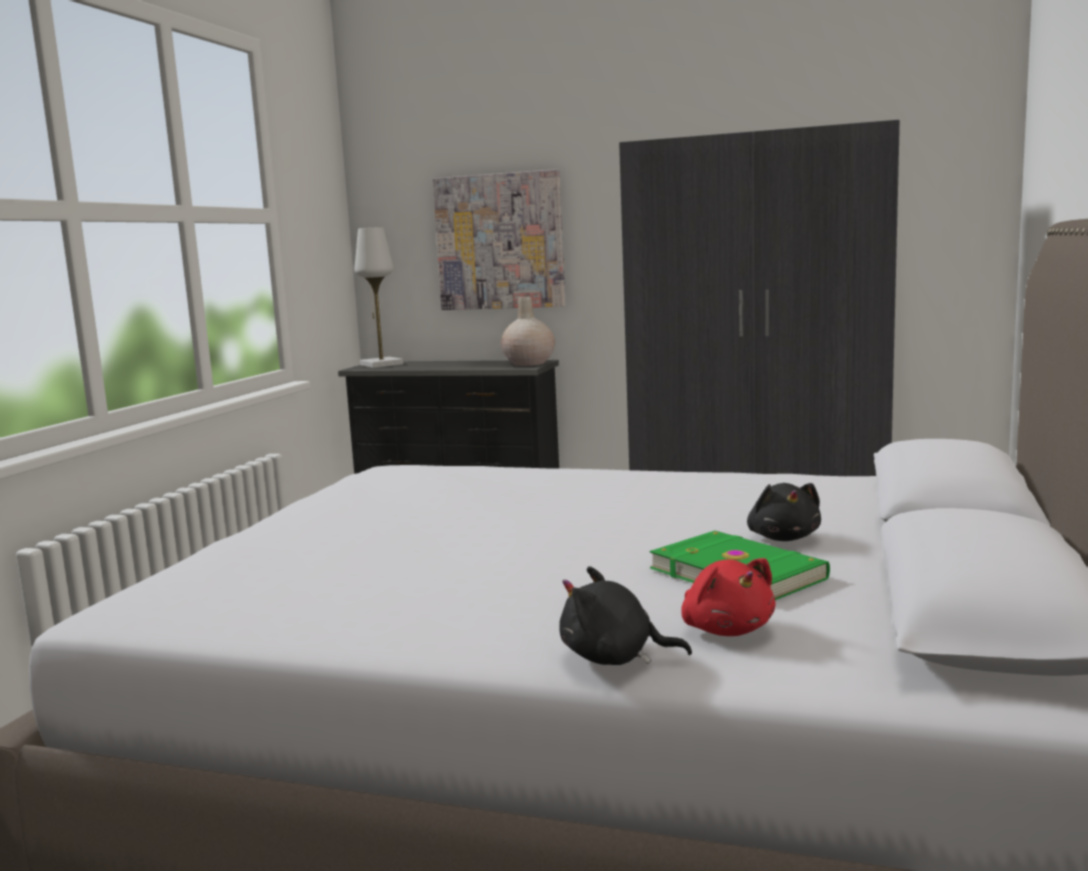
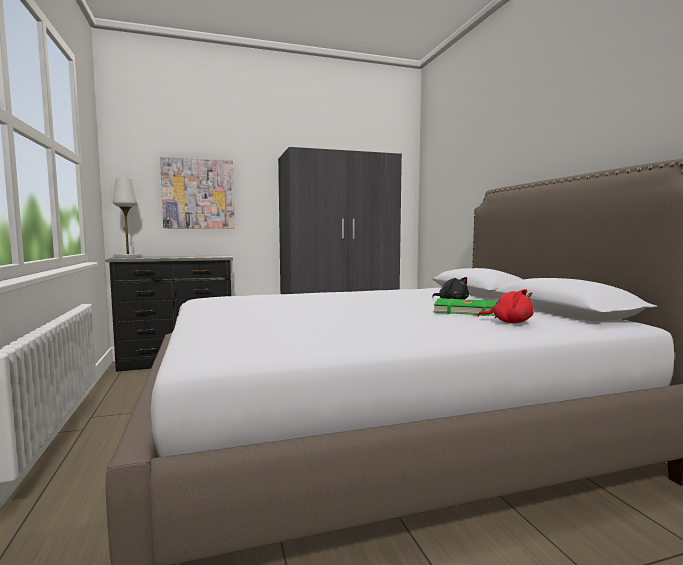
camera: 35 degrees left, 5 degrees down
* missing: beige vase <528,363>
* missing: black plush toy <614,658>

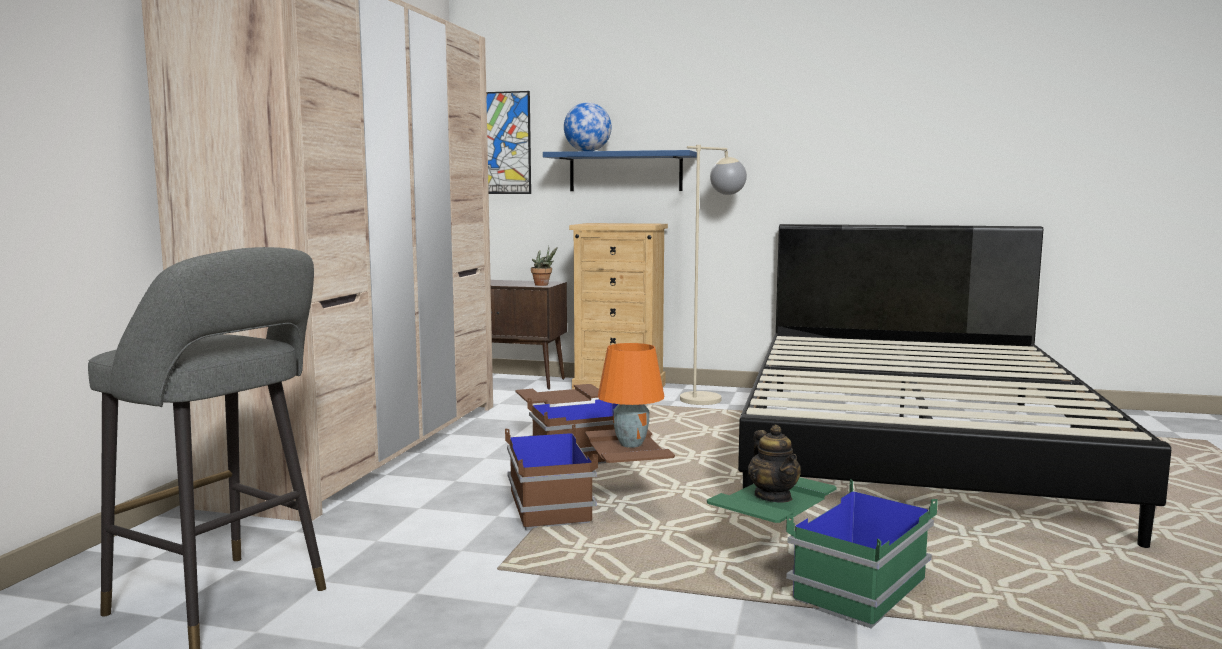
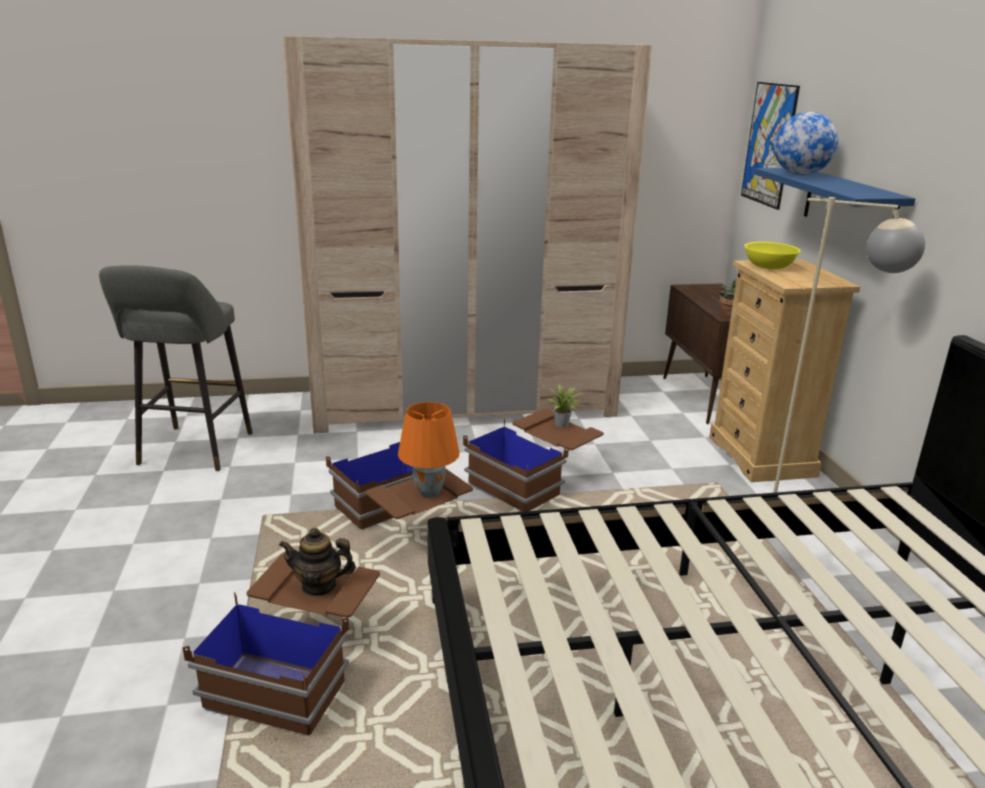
camera: 65 degrees right, 15 degrees up
* colour: green storage box <815,577> to brown storage box <298,665>
* spun: teapot <773,496> = <319,586> 45 degrees clockwise
* appeared: potted plant <563,425>
* appeared: yellow bowl <768,267>

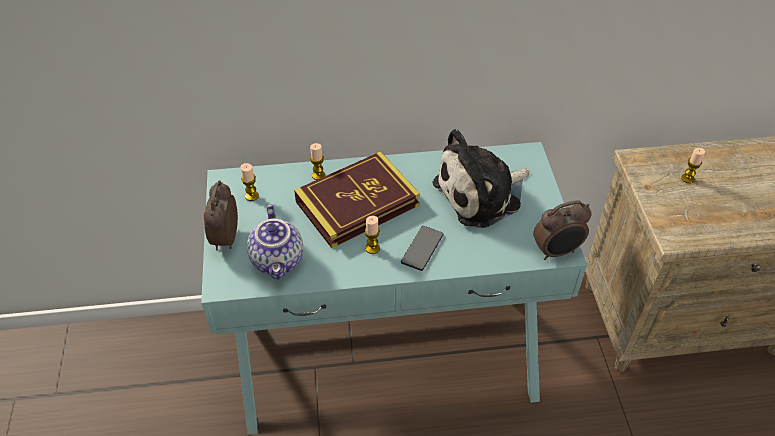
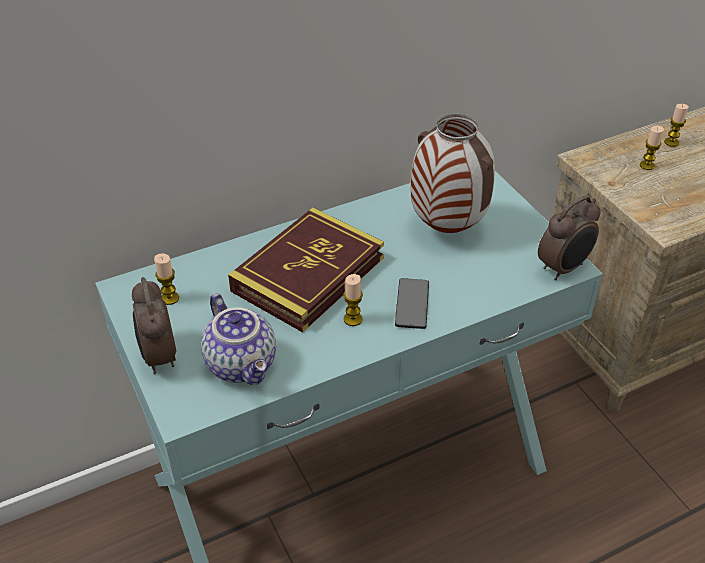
camera: 20 degrees left, 5 degrees down
* exchanged: plush toy <482,194> to vase <449,229>
* relocated: candle <318,175> to <671,142>

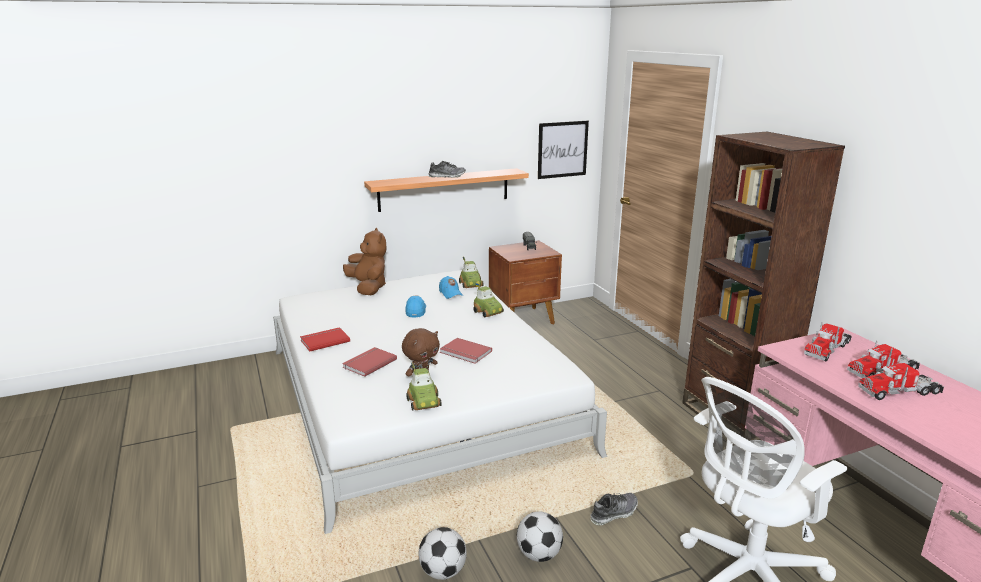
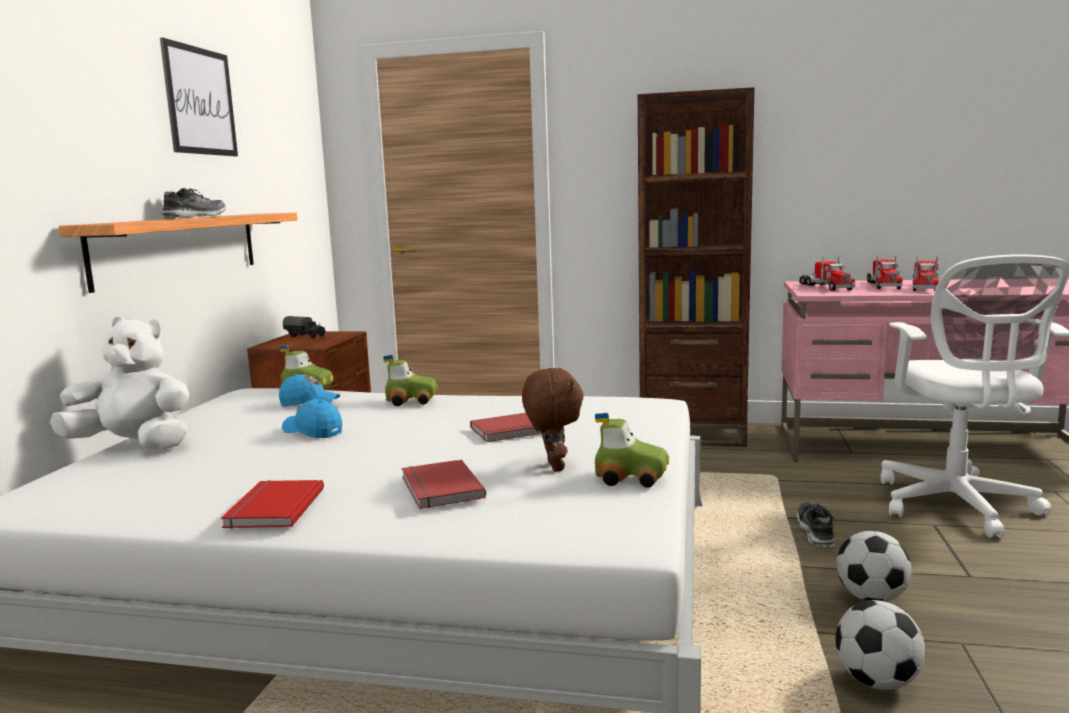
camera: 55 degrees left, 10 degrees down
* colour: brown plush toy <368,288> to white plush toy <134,446>
* relocated: picture <562,149> to <200,101>

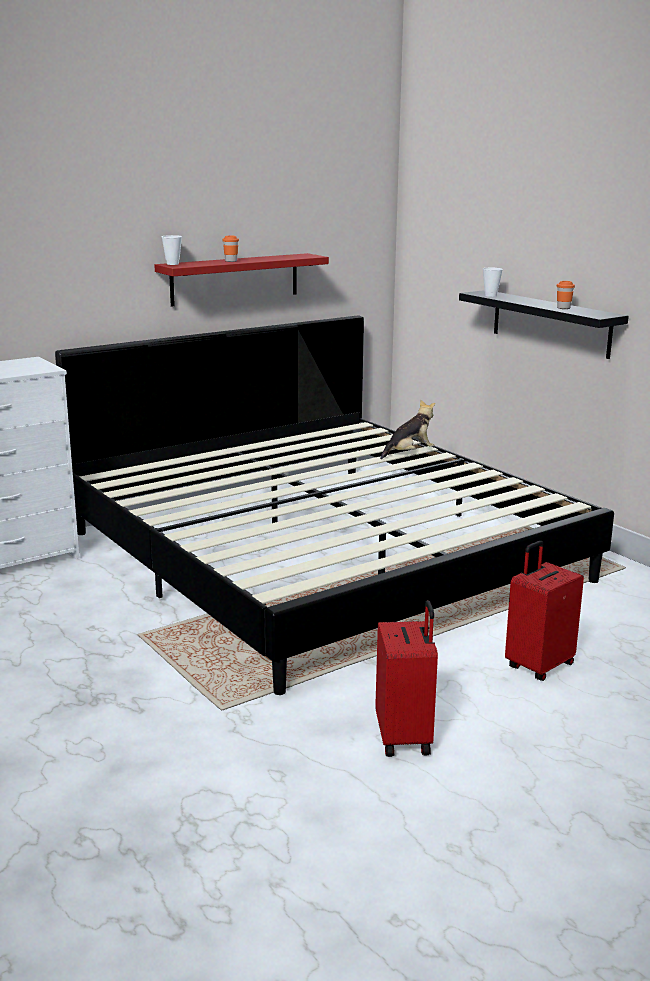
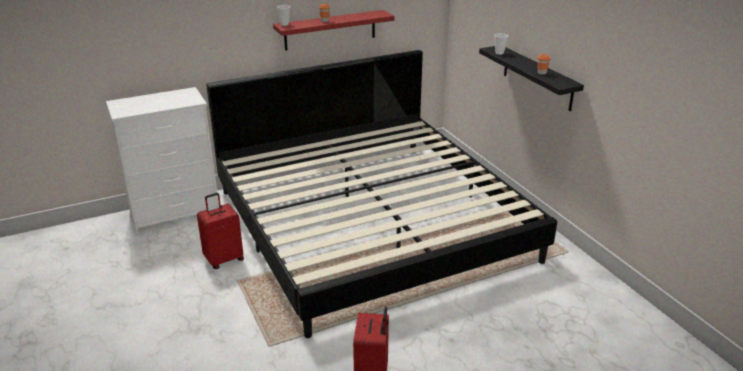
camera: 10 degrees right, 10 degrees up
* relocated: red suitcase <538,665> to <224,259>
* missing: plush toy <409,453>

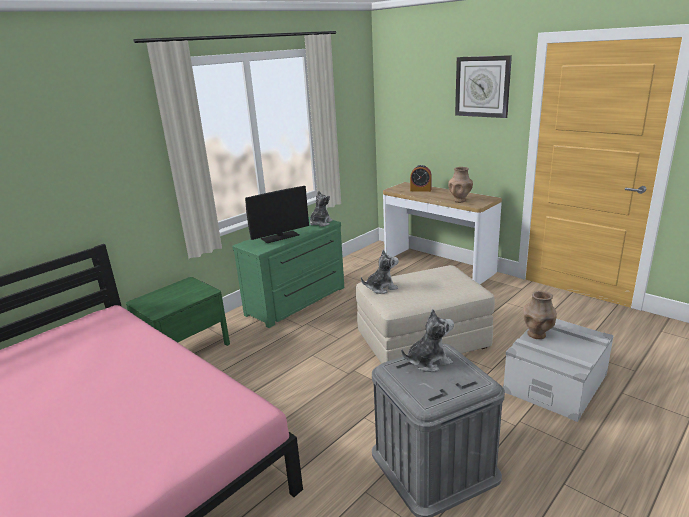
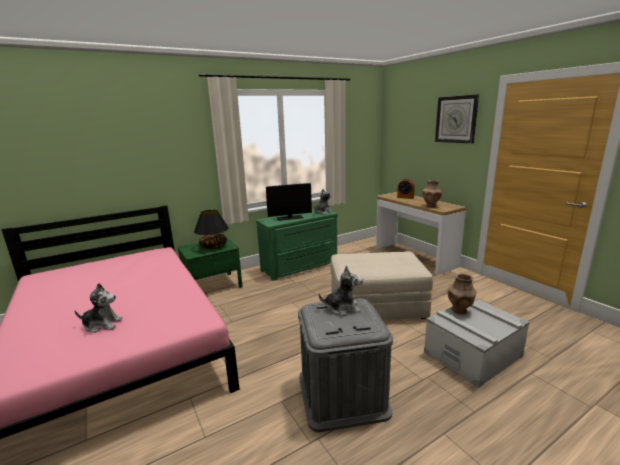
camera: 15 degrees right, 5 degrees down
* relocated: plush toy <381,288> to <102,324>
* appeared: black table lamp <213,247>

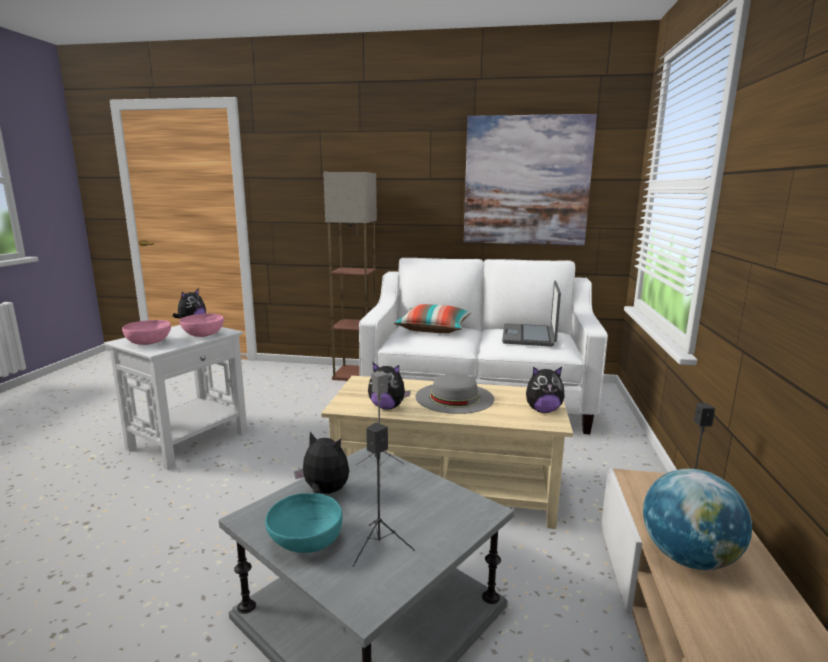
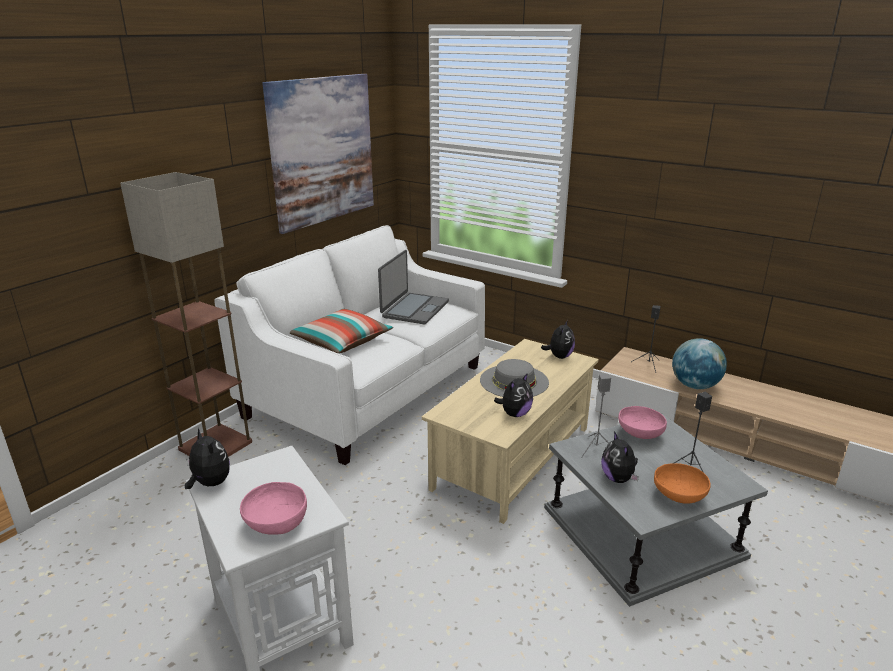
camera: 65 degrees left, 10 degrees up
* spun: laptop <529,336> = <414,309> 105 degrees counterclockwise
* spun: plush toy <324,492> = <618,478> 60 degrees counterclockwise
* relocated: pink bowl <203,335> to <639,434>
* colour: turquoise bowl <305,541> to orange bowl <678,496>

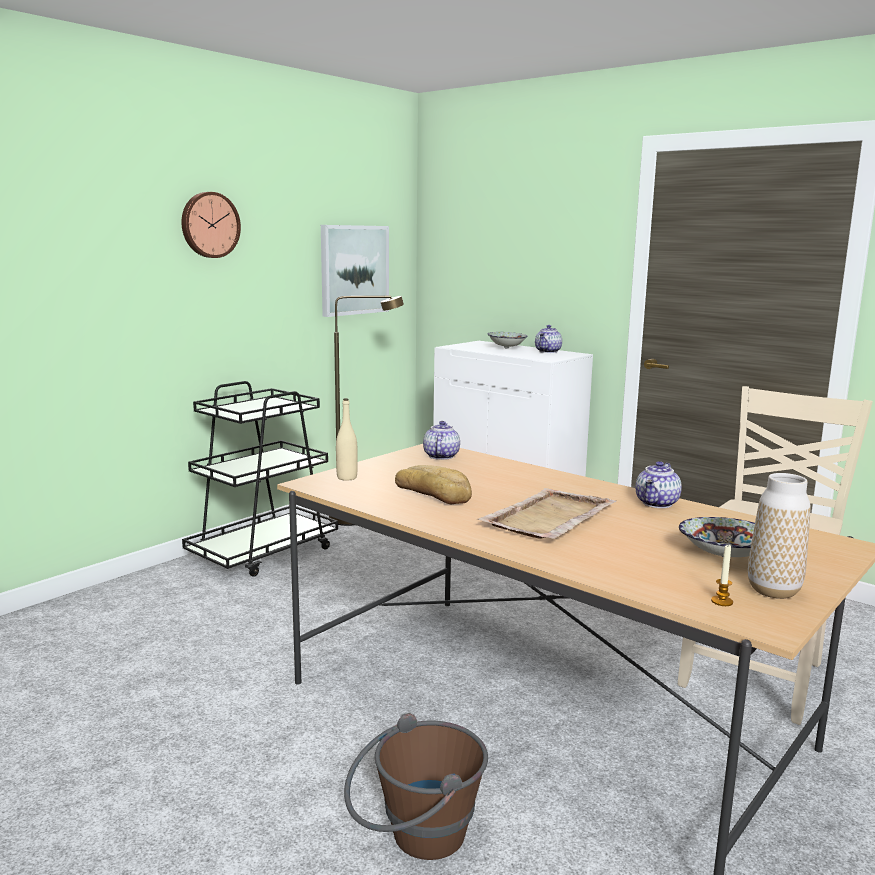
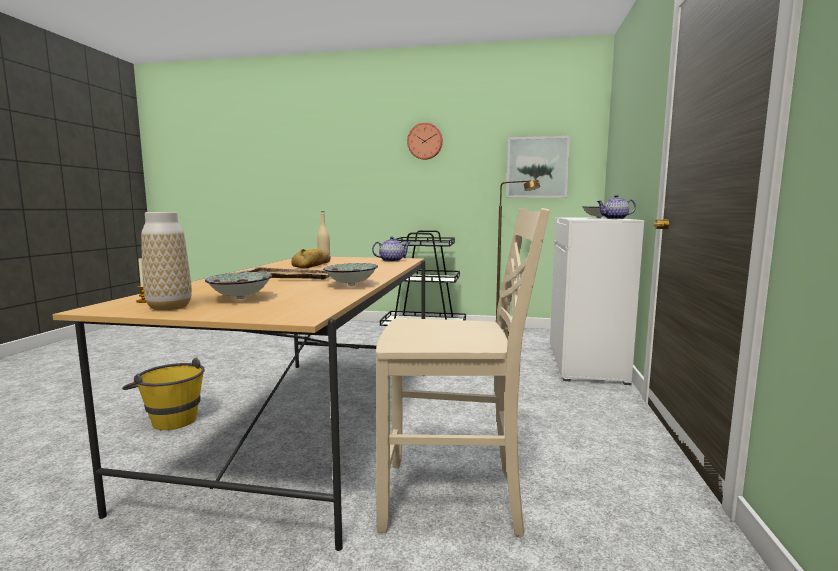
camera: 60 degrees right, 5 degrees down
* colour: brown bucket <415,839> to yellow bucket <169,419>
* exchanged: teapot <657,504> to bowl <352,285>

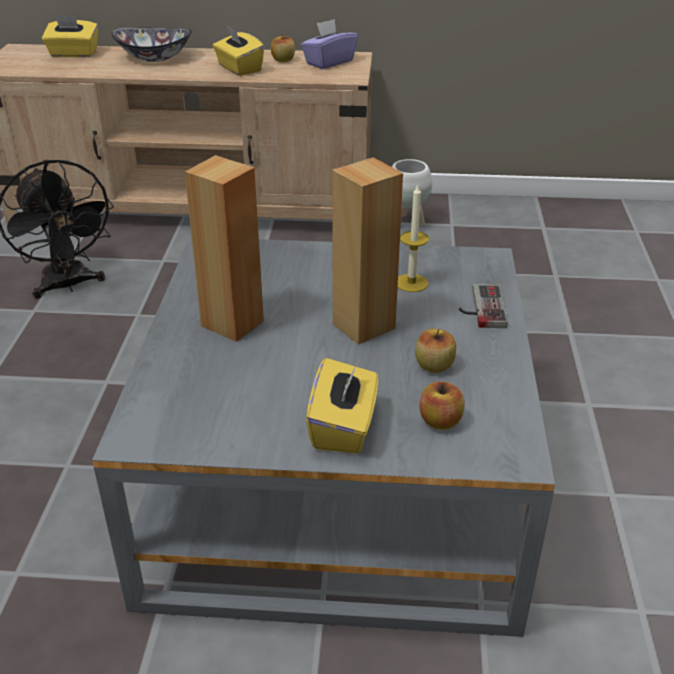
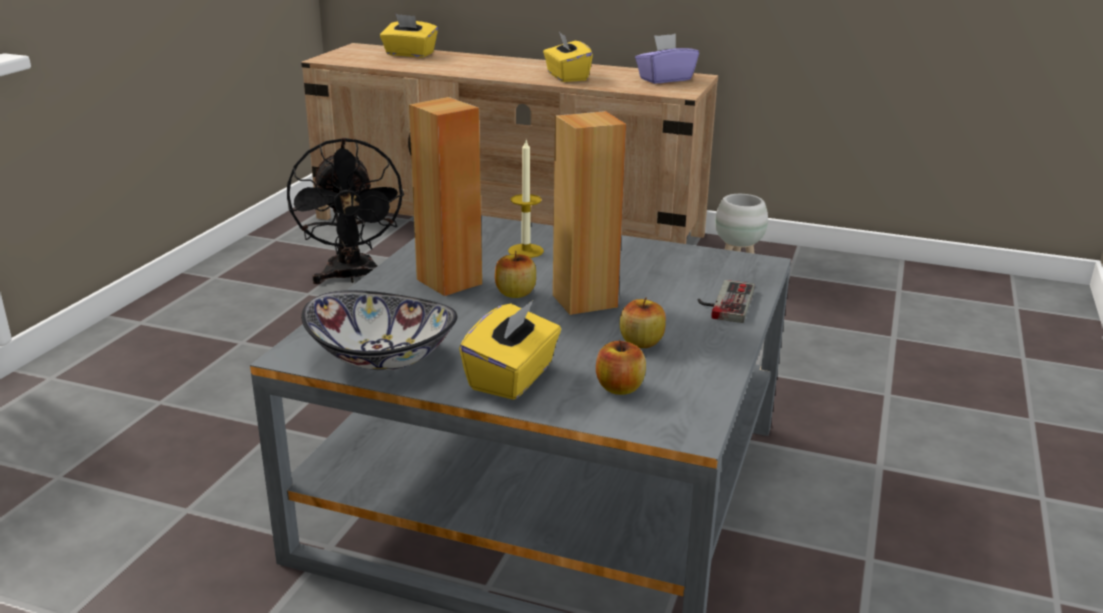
camera: 15 degrees right, 10 degrees down
* relocated: bowl <155,57> to <383,357>
* relocated: apple <283,60> to <515,293>
* relocated: candle <411,283> to <525,251>

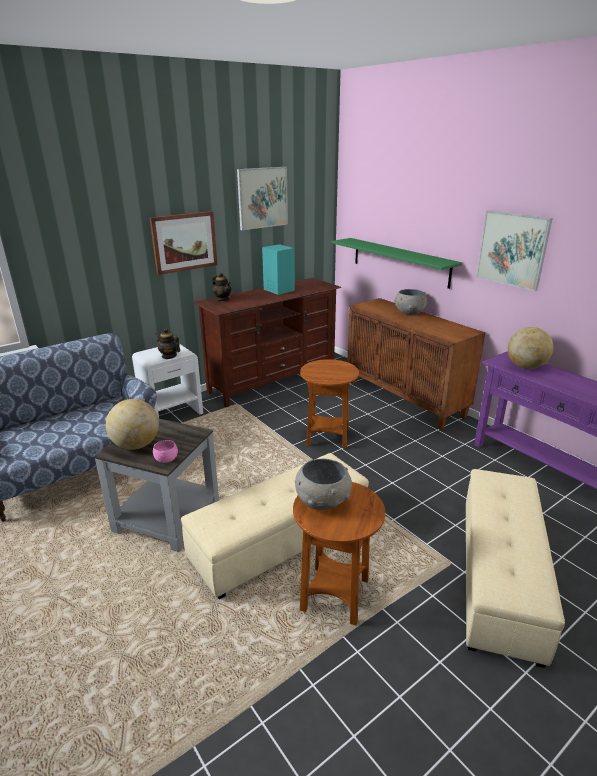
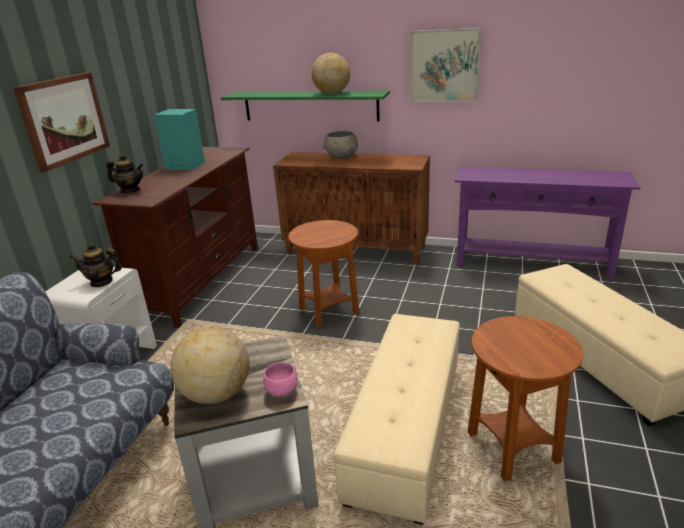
camera: 35 degrees left, 0 degrees up
* relocated: globe <526,367> to <332,93>
* missing: picture <262,198>
* missing: grey bowl <323,501>

